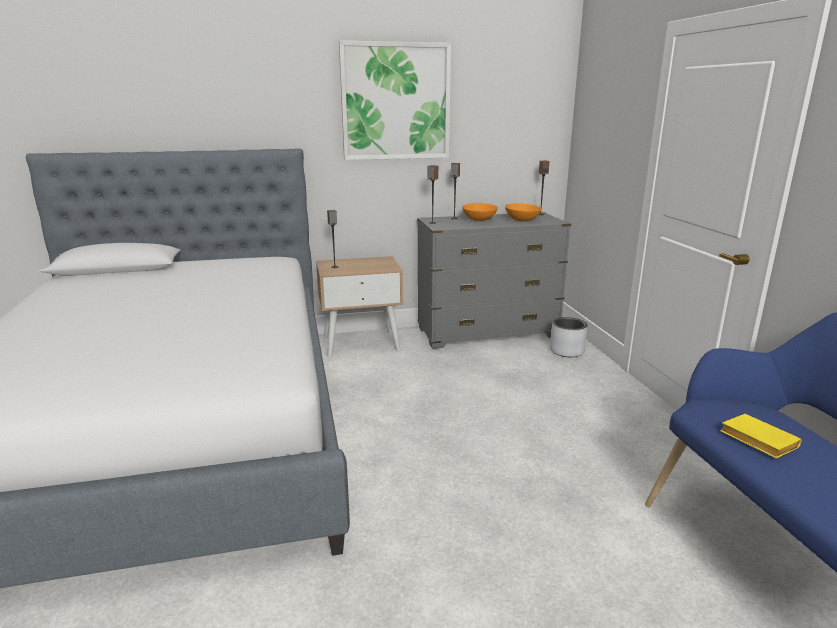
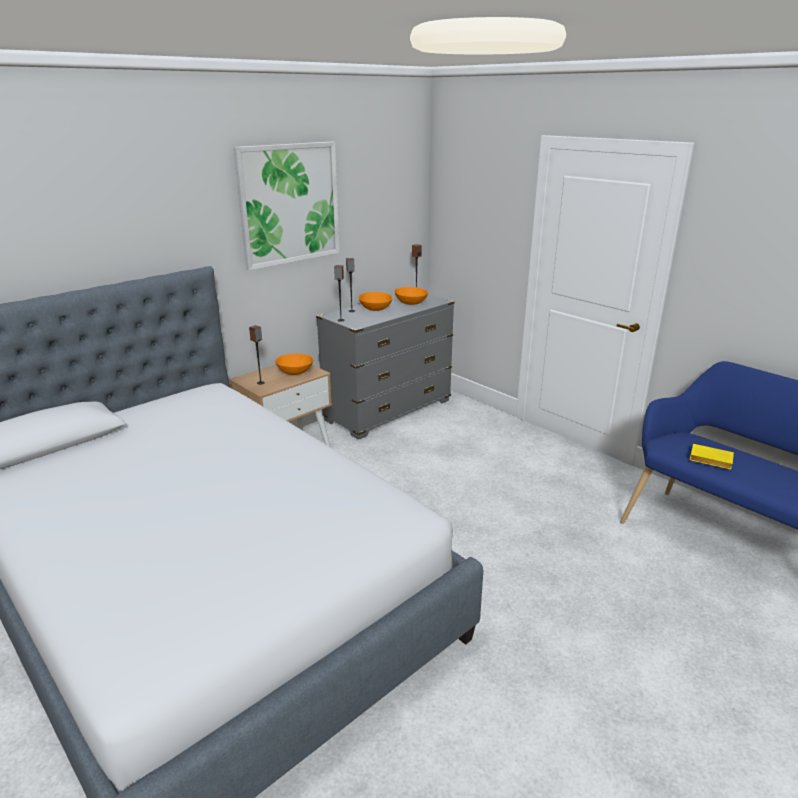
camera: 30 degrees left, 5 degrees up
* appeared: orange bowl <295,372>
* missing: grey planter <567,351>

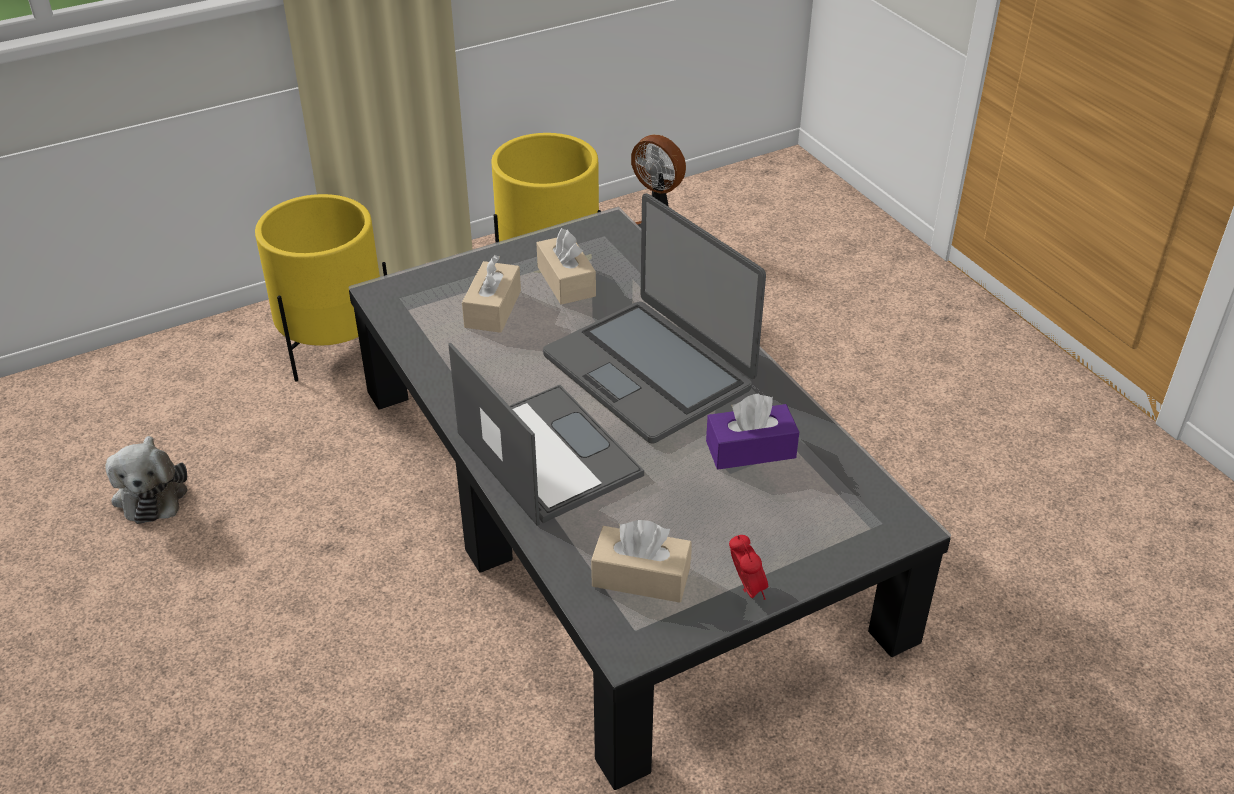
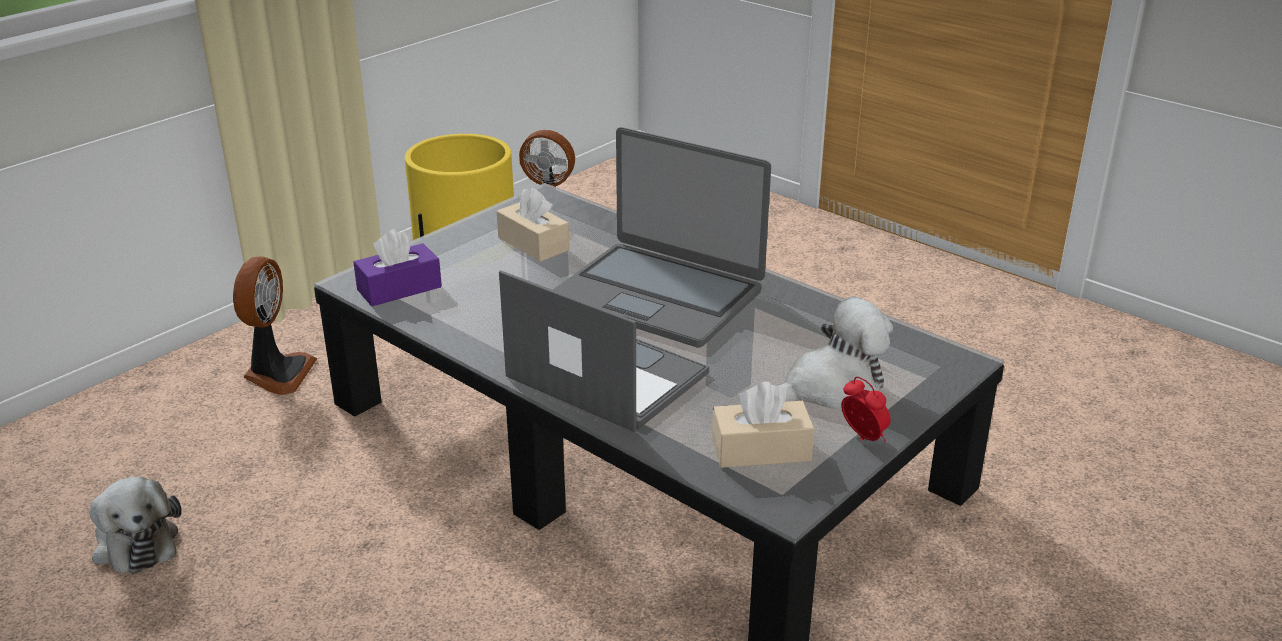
camera: 20 degrees left, 10 degrees down
* exchanged: yellow planter <335,346> to fan <277,373>
* relocated: purple tissue box <750,449> to <399,288>
* appeared: plush toy <830,389>
* missing: beige tissue box <493,309>

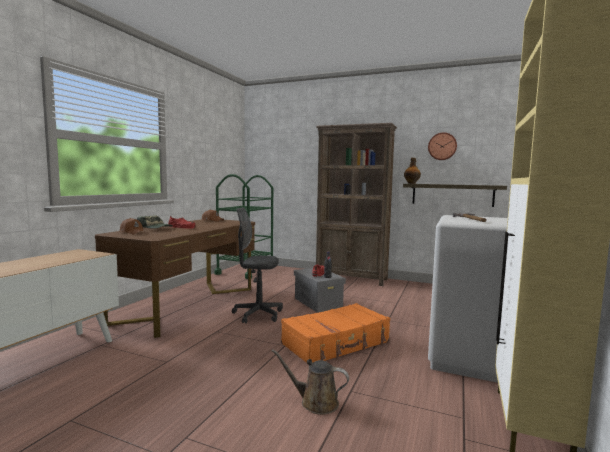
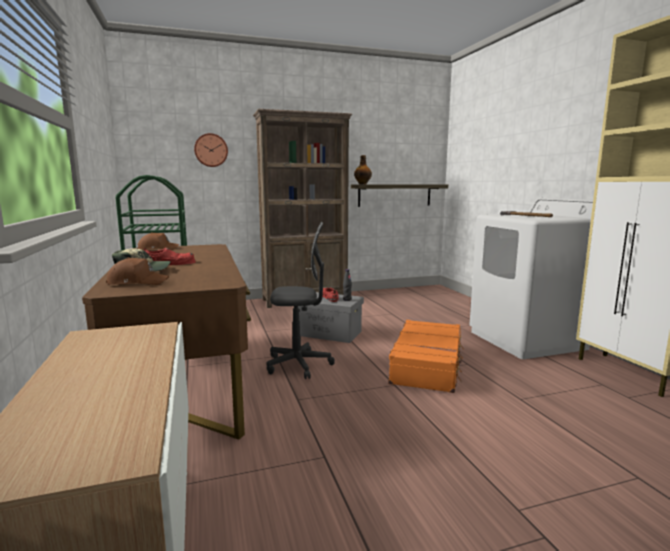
camera: 40 degrees left, 5 degrees up
* relocated: wall clock <442,146> to <211,150>
* spun: grey office chair <257,314> = <298,365> 150 degrees counterclockwise
* missing: brown watering can <315,402>

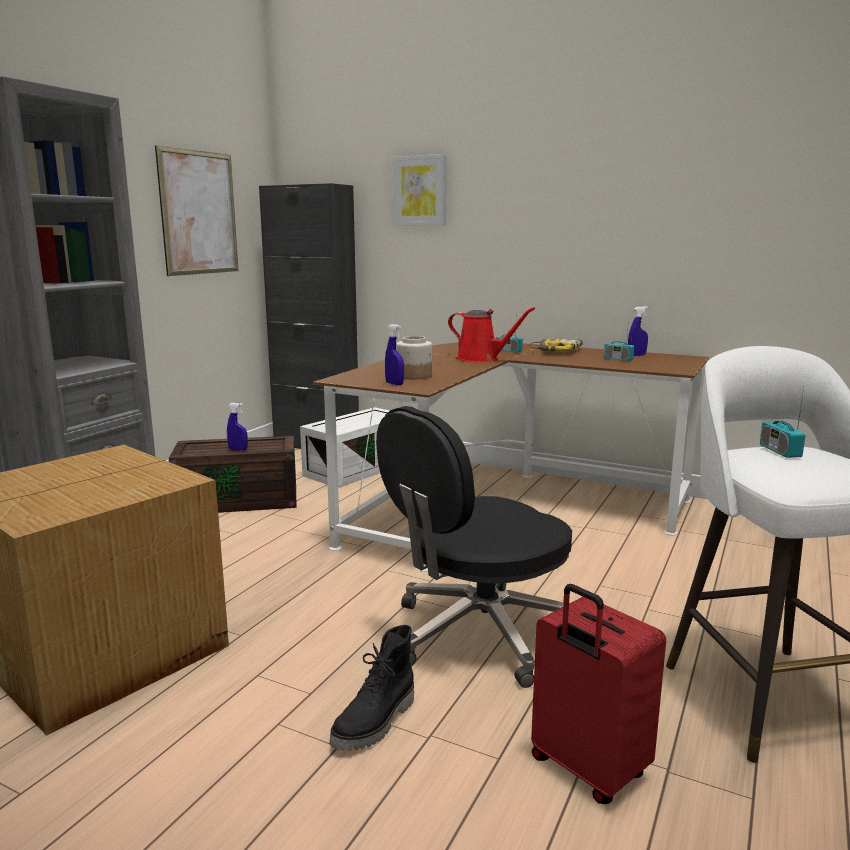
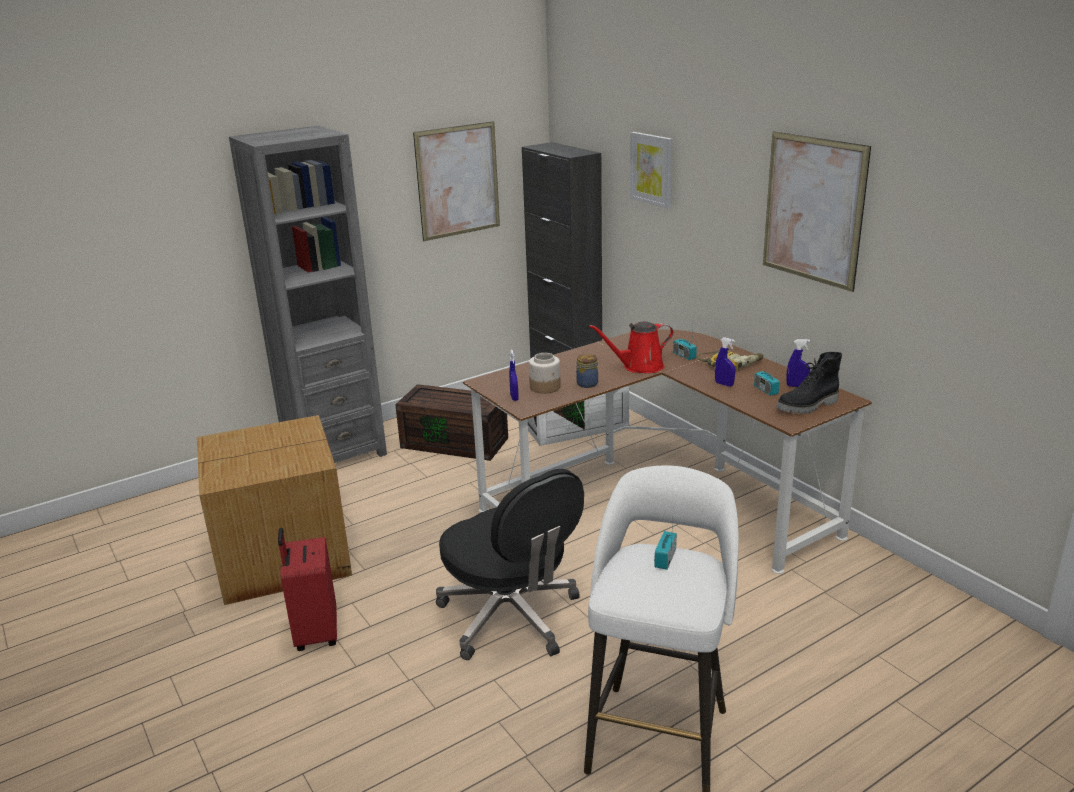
camera: 30 degrees right, 10 degrees up
* relocated: red suitcase <586,769> to <315,634>
* spun: black office chair <478,634> = <511,617> 120 degrees counterclockwise
* appeared: jar <586,383>
* spun: red watering can <481,359> = <639,366> 105 degrees clockwise
* relocated: blue spray bottle <238,450> to <724,384>
* appeared: picture <813,210>
* relocated: black boot <376,723> to <808,406>

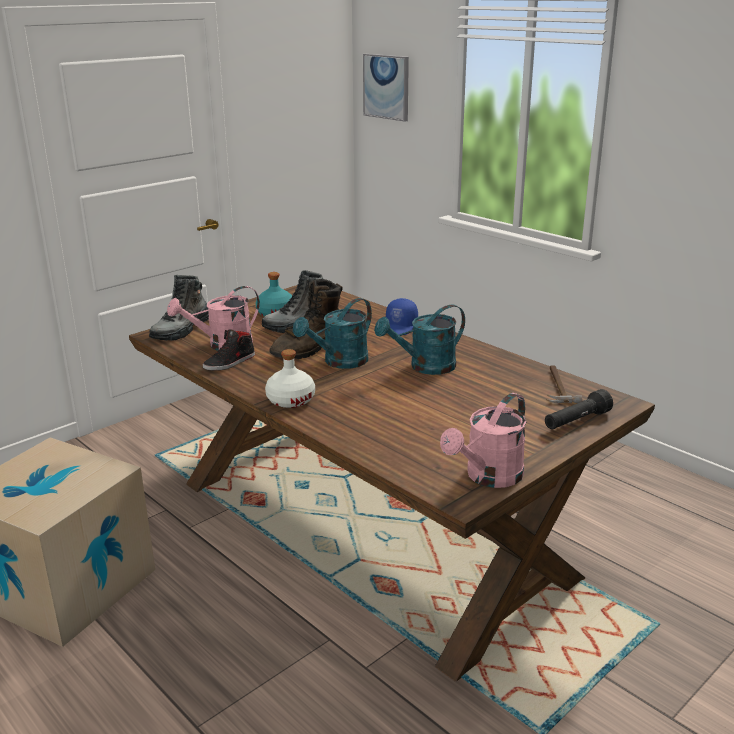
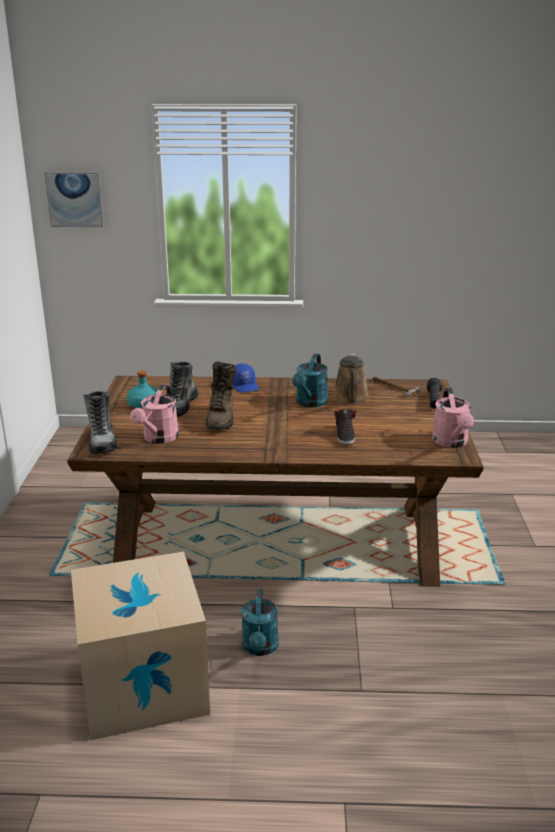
camera: 45 degrees left, 0 degrees up
* relocated: turquoise watering can <340,362> to <260,648>
* appeared: brown watering can <350,398>
* relocated: black shoe <230,362> to <345,435>
* missing: white bottle <290,400>

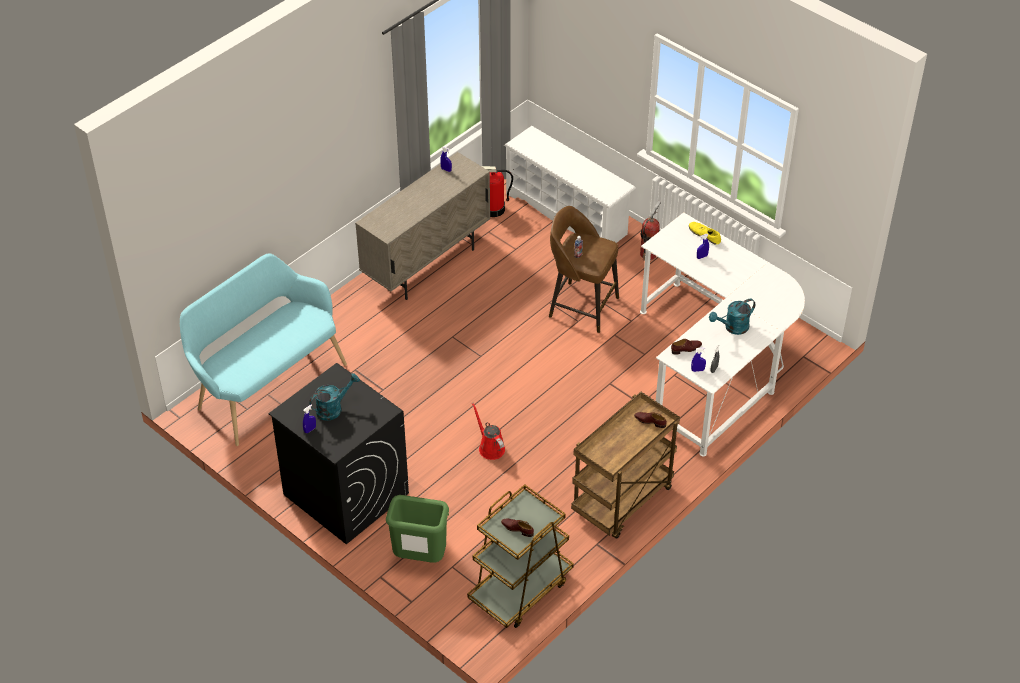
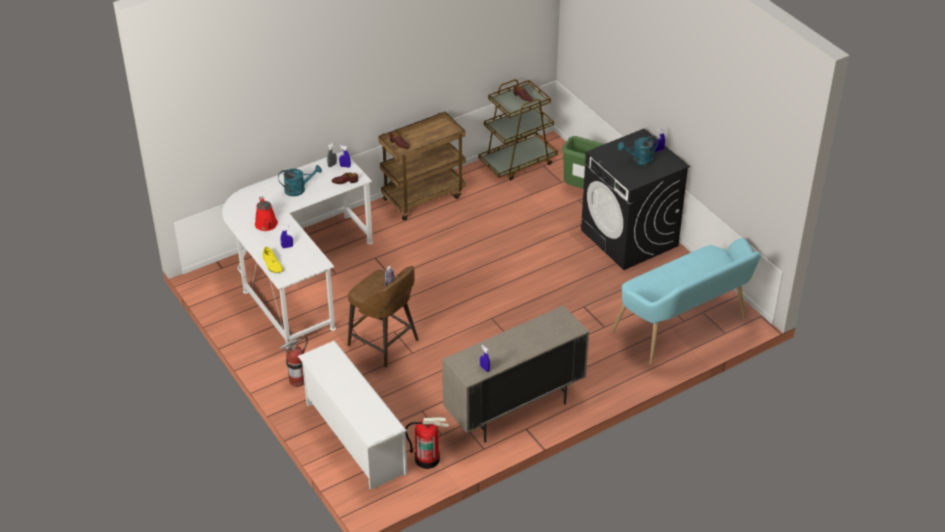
camera: 165 degrees left, 5 degrees down
* relocated: red watering can <490,447> to <267,225>

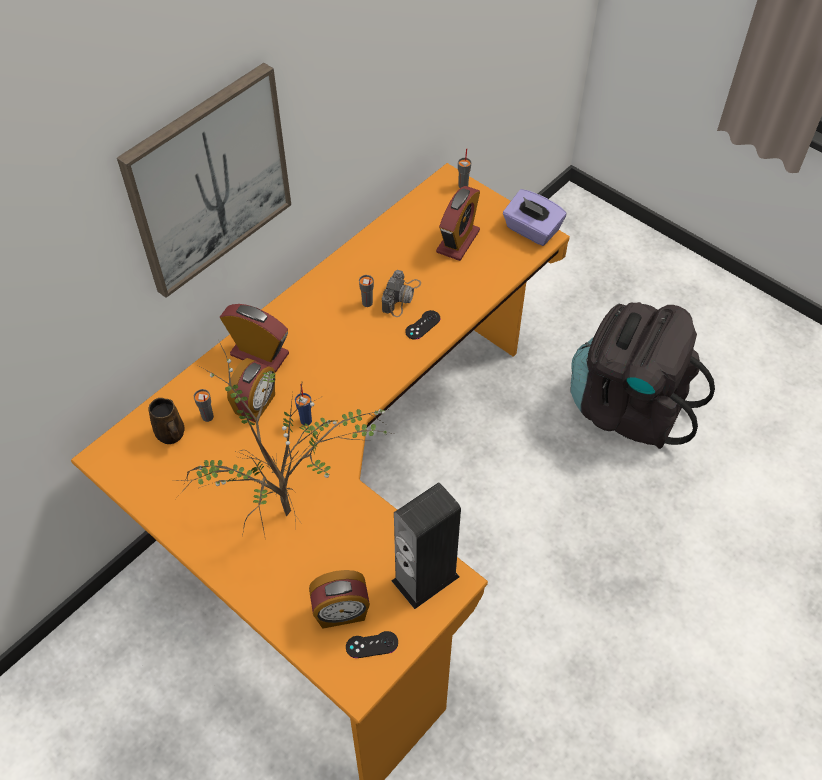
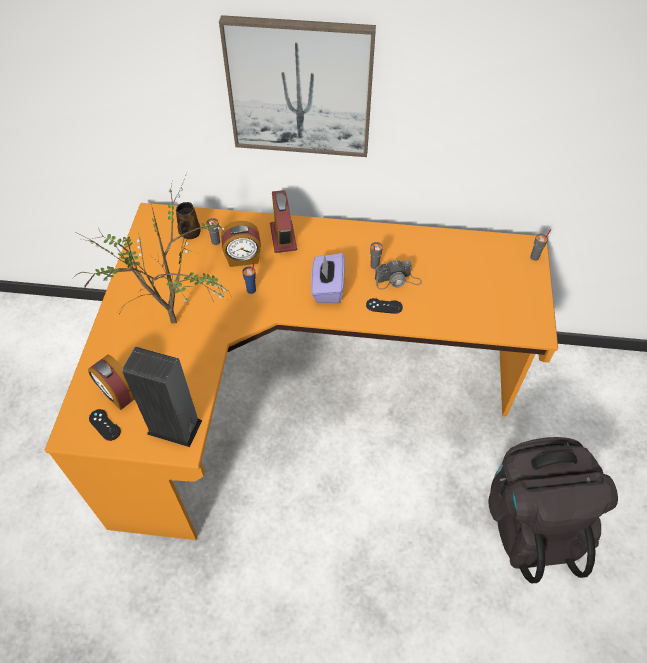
camera: 55 degrees right, 0 degrees up
* relocated: purple tissue box <531,230> to <327,288>
* missing: alarm clock <458,241>

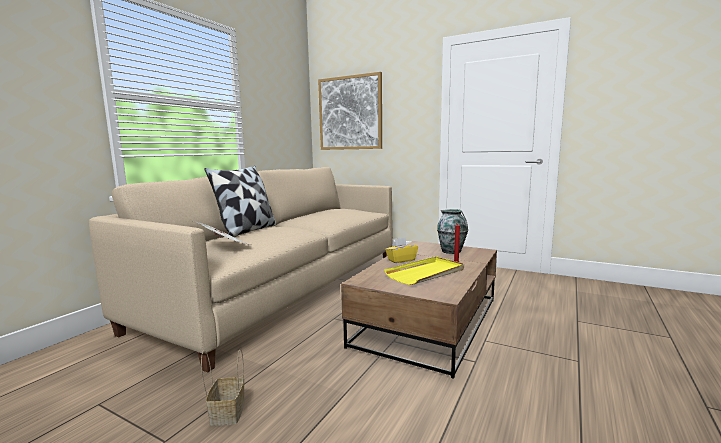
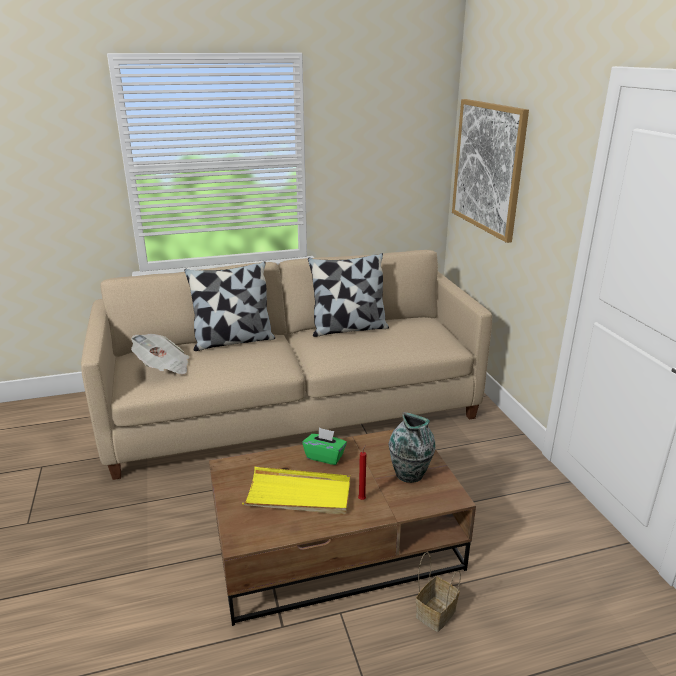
camera: 45 degrees right, 15 degrees up
* colour: yellow tissue box <401,260> to green tissue box <325,456>
* appeared: pillow <348,328>
* relocated: basket <227,412> to <435,612>

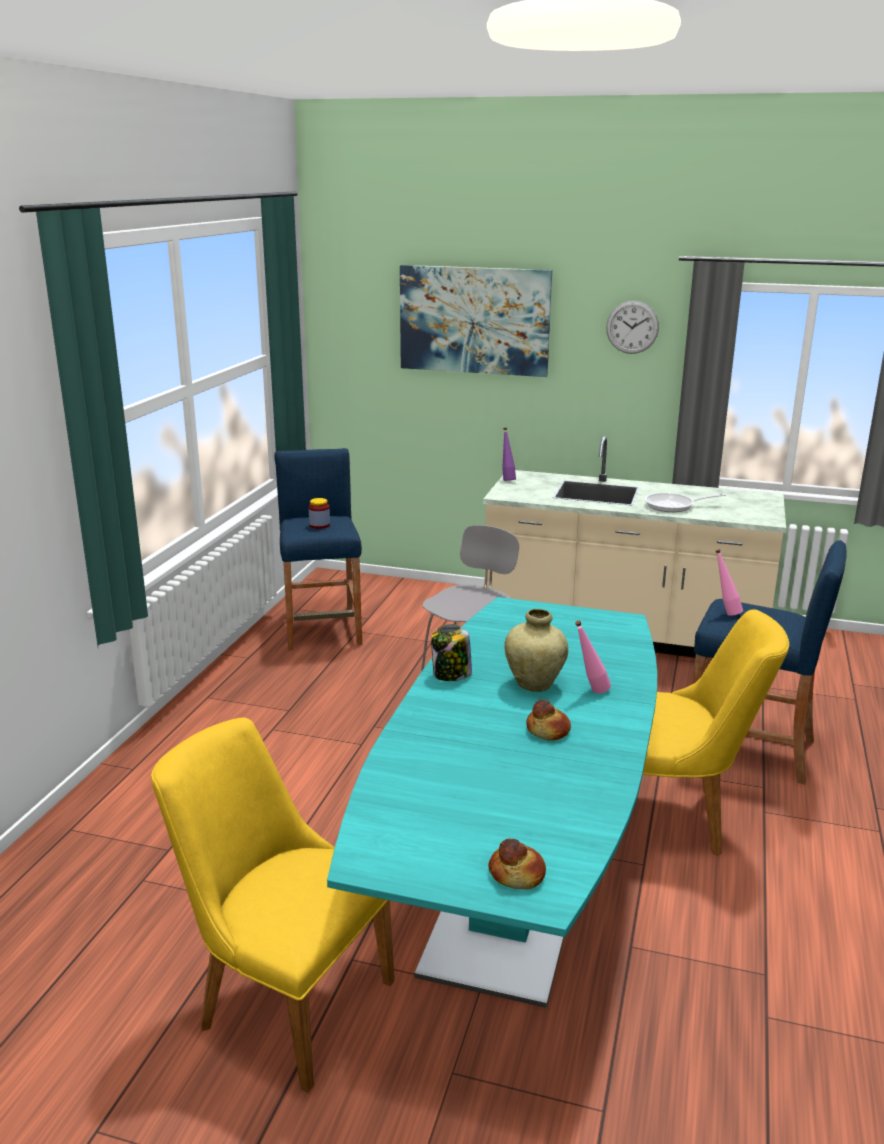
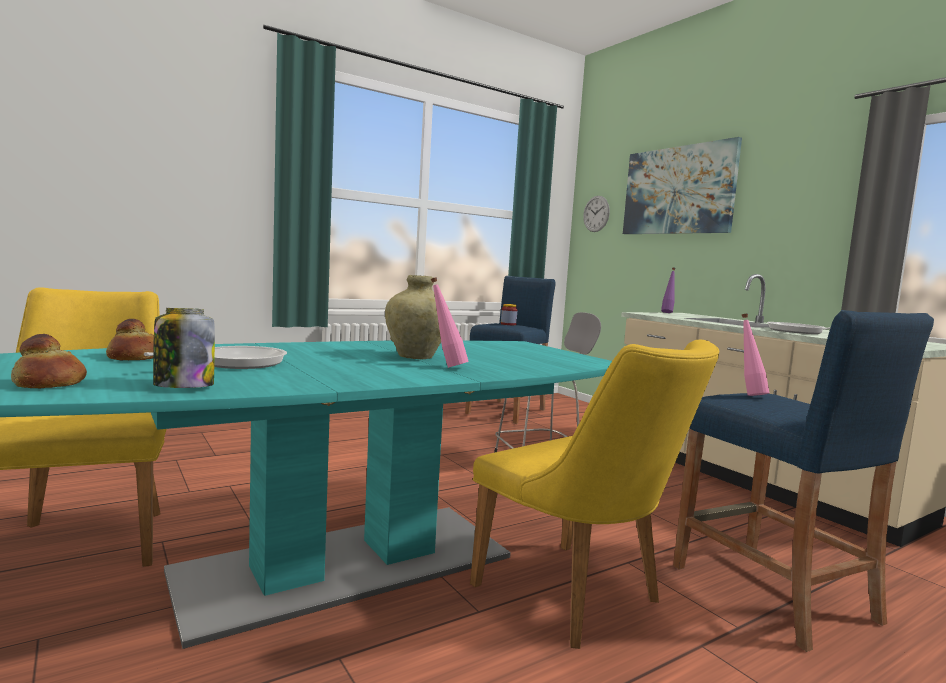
camera: 40 degrees right, 15 degrees down
* relocated: bread <548,730> to <135,357>
* appeared: frying pan <234,363>
* relocated: jar <451,675> to <183,386>
* relocated: wall clock <632,327> to <596,214>

